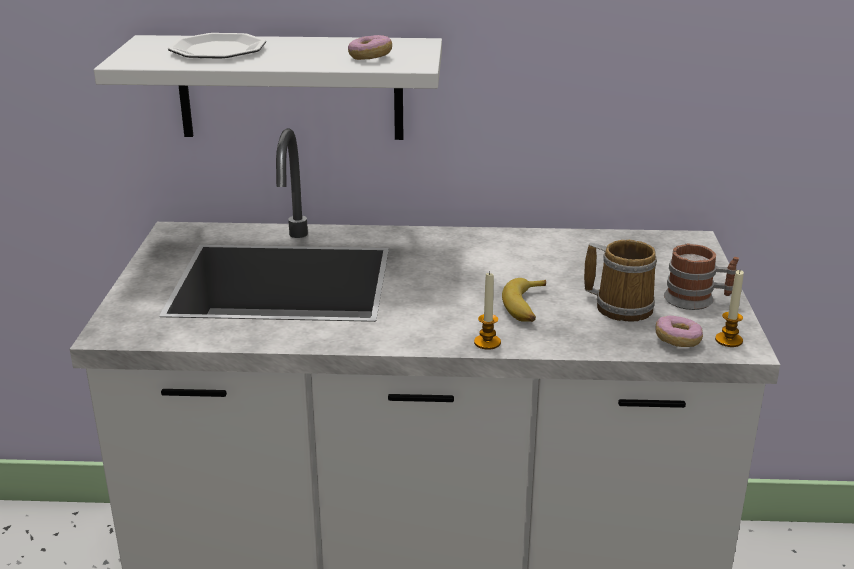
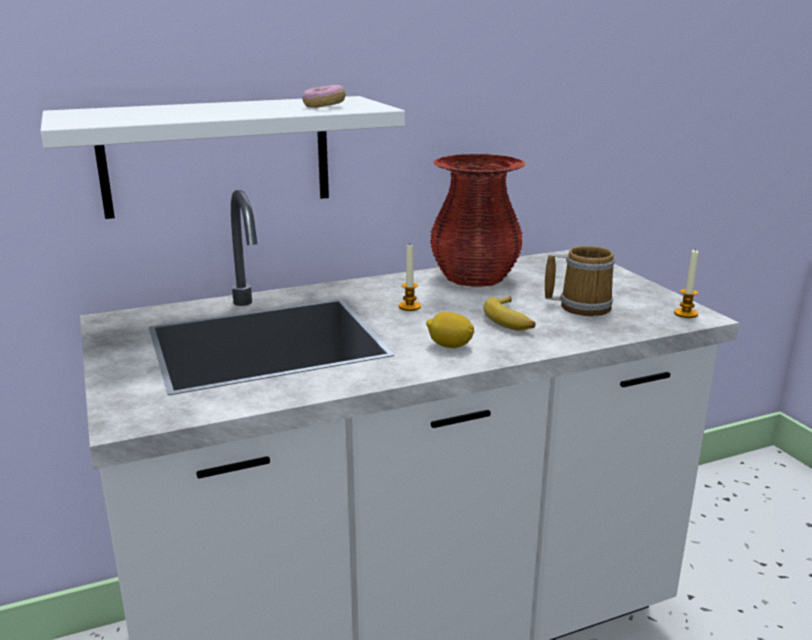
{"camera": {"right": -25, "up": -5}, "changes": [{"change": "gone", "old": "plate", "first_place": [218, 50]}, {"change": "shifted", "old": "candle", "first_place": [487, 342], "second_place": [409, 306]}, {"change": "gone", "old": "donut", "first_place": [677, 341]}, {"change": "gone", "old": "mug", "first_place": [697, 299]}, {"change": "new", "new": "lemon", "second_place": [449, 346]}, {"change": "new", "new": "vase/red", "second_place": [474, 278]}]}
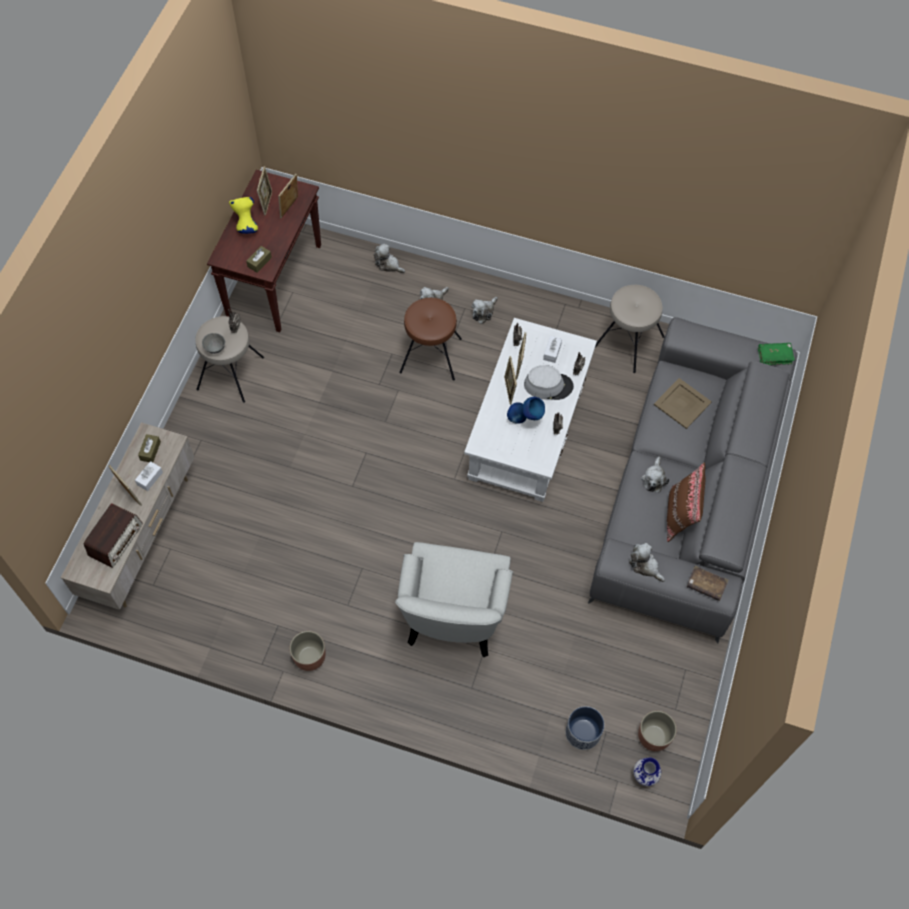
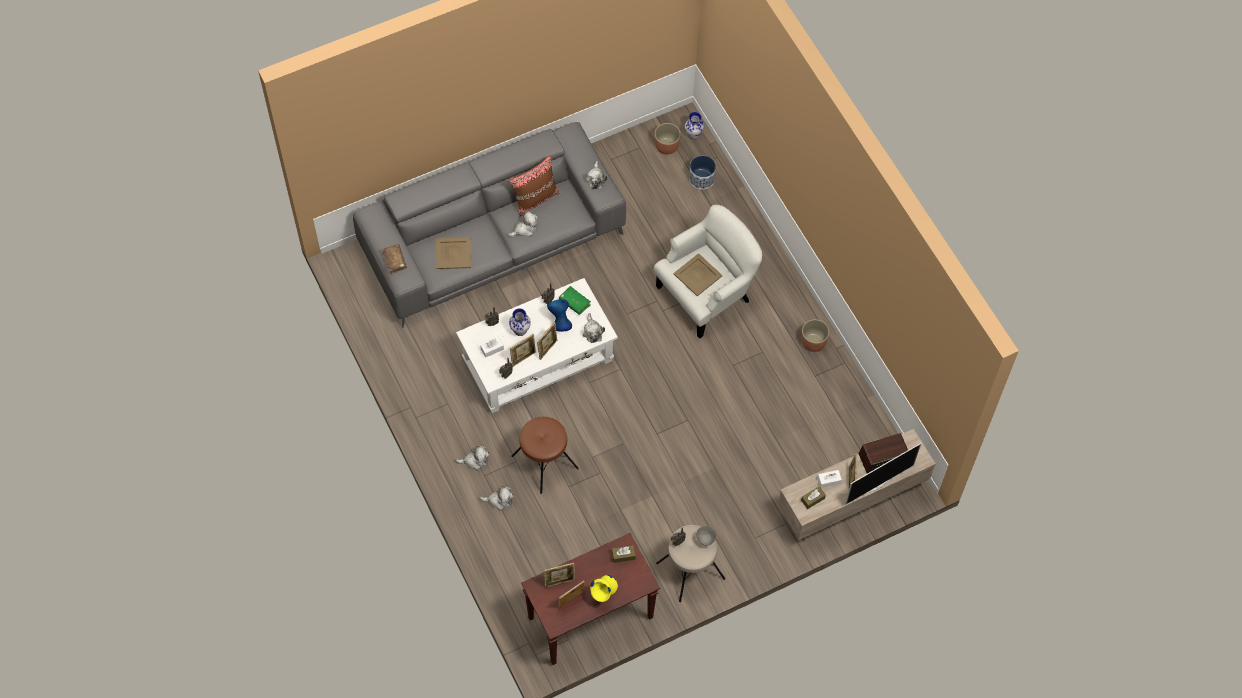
{"camera": {"right": -135, "up": 0}, "changes": [{"change": "shifted", "old": "plush toy", "first_place": [388, 264], "second_place": [592, 331]}, {"change": "swapped", "old": "hat/grey", "new": "vase", "first_place": [548, 385], "second_place": [520, 331]}, {"change": "gone", "old": "stool/beige", "first_place": [628, 341]}, {"change": "shifted", "old": "book/brown", "first_place": [706, 585], "second_place": [394, 261]}, {"change": "shifted", "old": "book/green", "first_place": [774, 356], "second_place": [574, 302]}, {"change": "new", "new": "tray/beige", "second_place": [697, 275]}, {"change": "new", "new": "television", "second_place": [876, 484]}]}
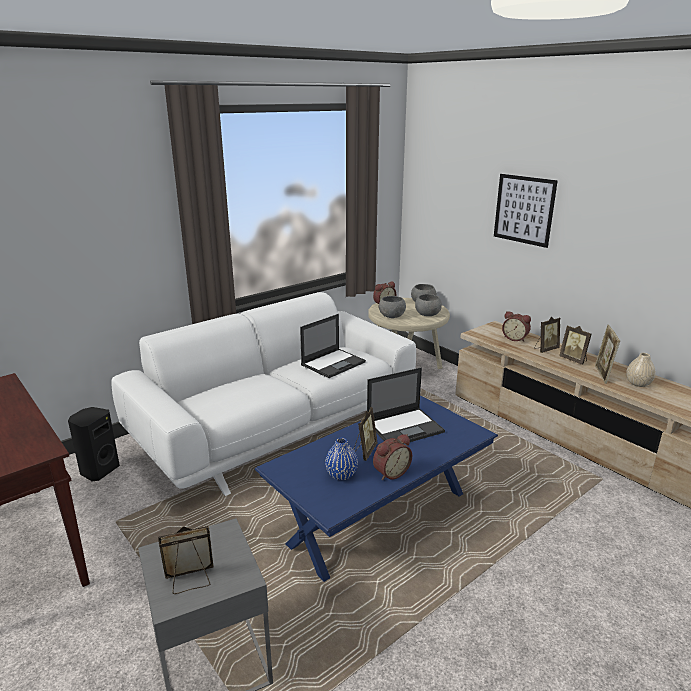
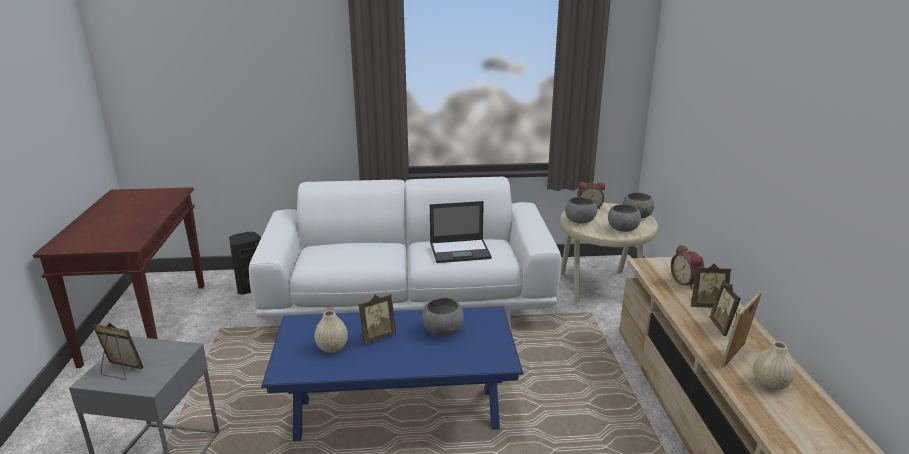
{"camera": {"right": 35, "up": 0}, "changes": [{"change": "repainted", "old": "vase/blue", "new": "vase/beige", "first_place": [341, 474], "second_place": [332, 348]}, {"change": "swapped", "old": "laptop", "new": "bowl/grey", "first_place": [405, 427], "second_place": [443, 330]}, {"change": "gone", "old": "alarm clock", "first_place": [390, 472]}, {"change": "gone", "old": "picture", "first_place": [524, 210]}]}
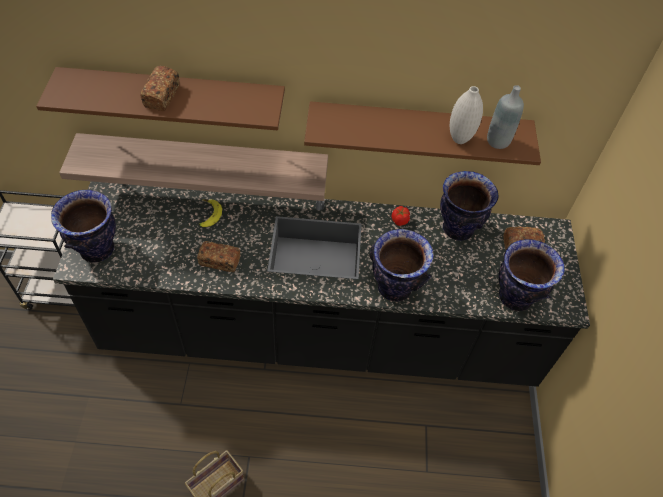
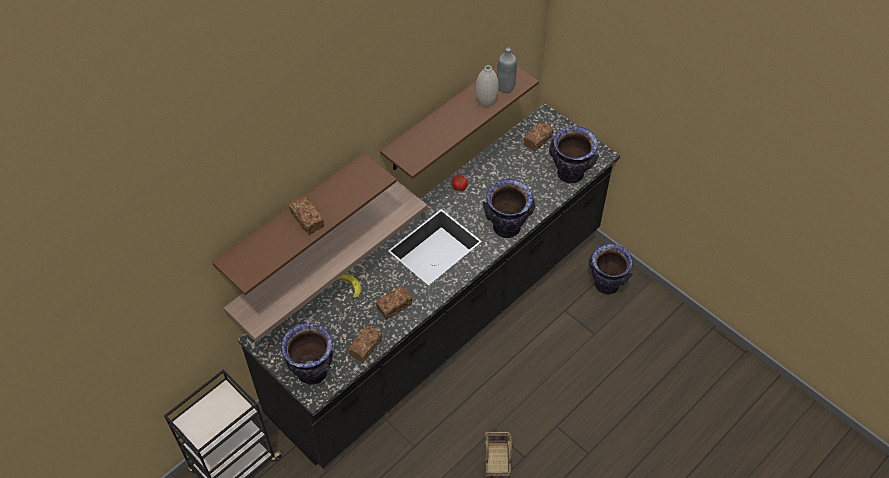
{"camera": {"right": -45, "up": 0}, "changes": [{"change": "shifted", "old": "vase", "first_place": [458, 229], "second_place": [606, 285]}, {"change": "new", "new": "bread", "second_place": [365, 347]}]}
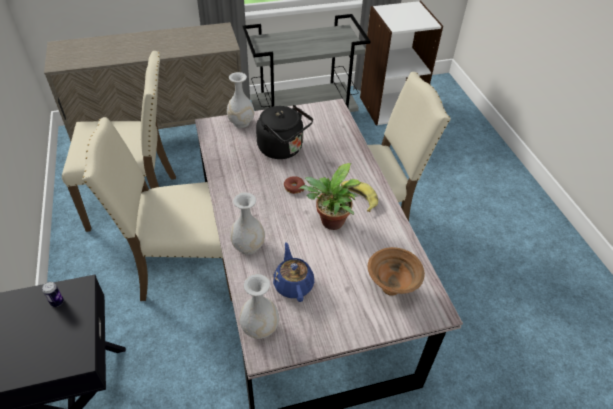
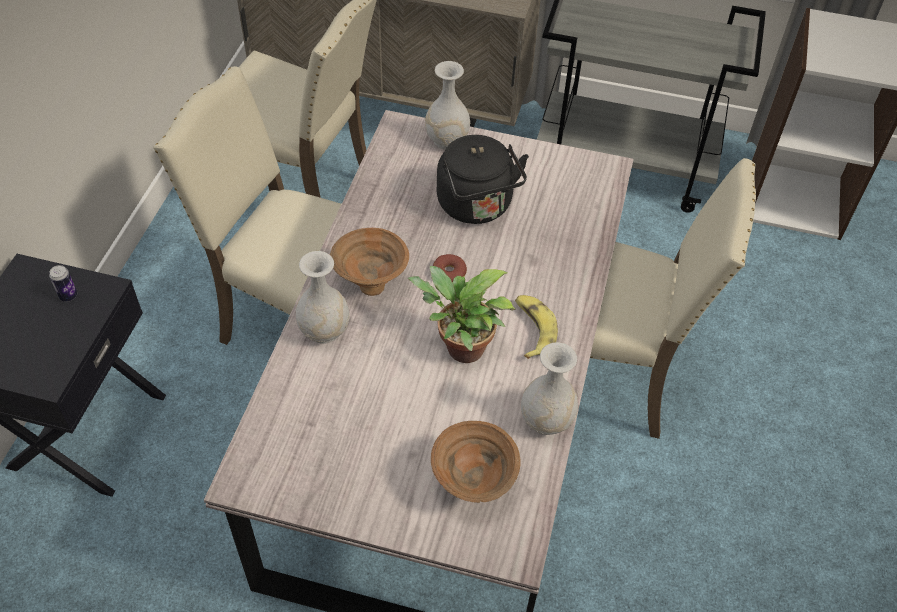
{"camera": {"right": 30, "up": 5}, "changes": [{"change": "shifted", "old": "vase/white", "first_place": [260, 328], "second_place": [547, 420]}, {"change": "gone", "old": "teapot/blue", "first_place": [293, 284]}, {"change": "new", "new": "bowl/brown", "second_place": [370, 286]}]}
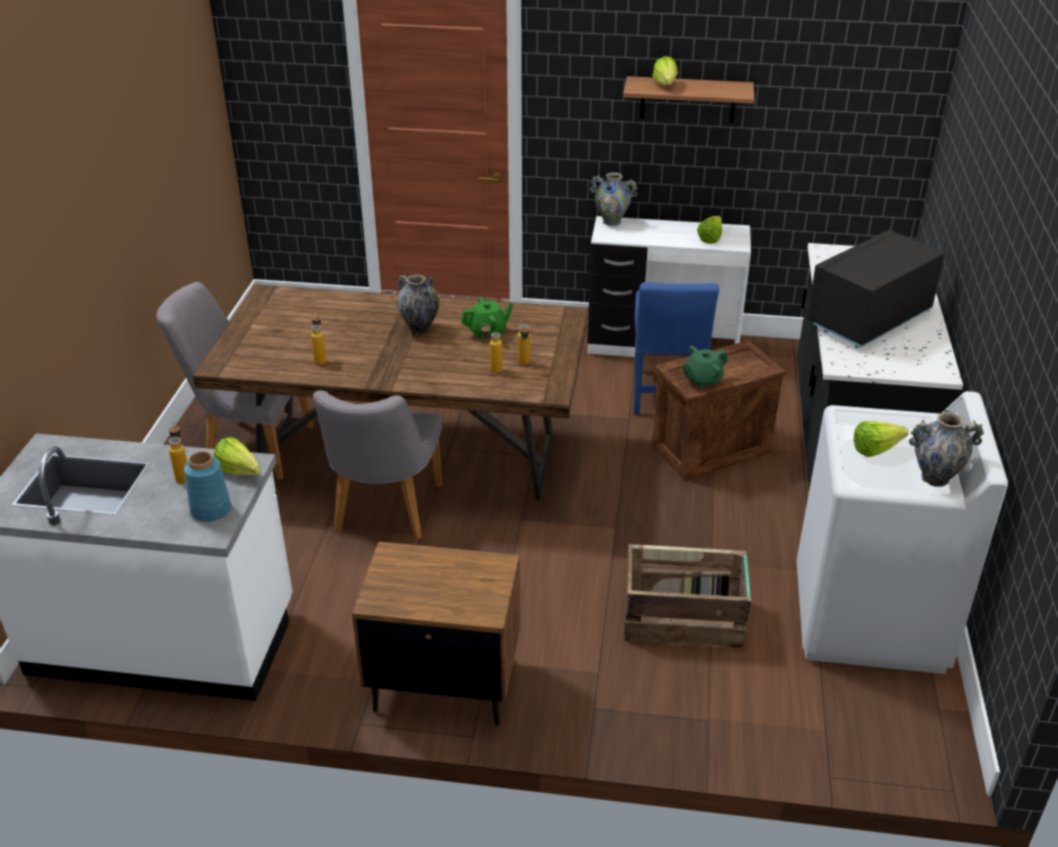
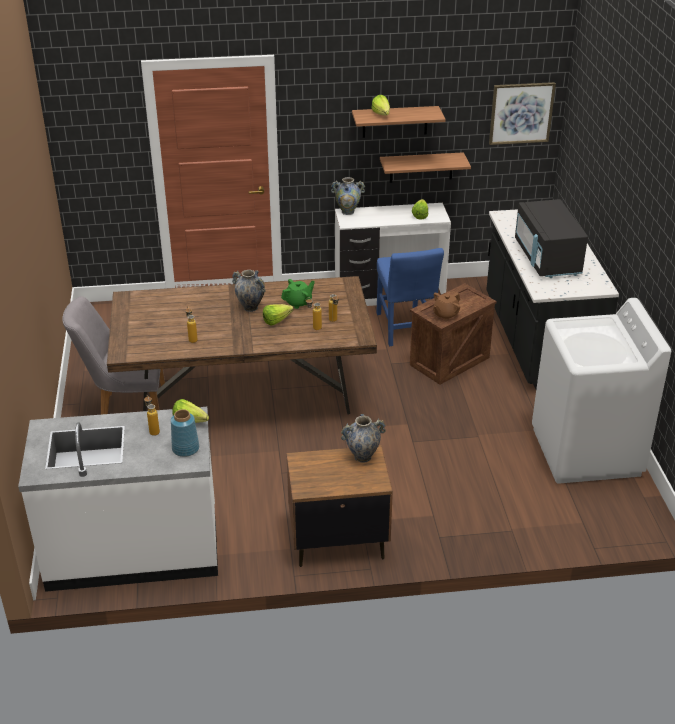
{"camera": {"right": -15, "up": 0}, "changes": [{"change": "gone", "old": "chair/grey", "first_place": [383, 514]}, {"change": "gone", "old": "crate", "first_place": [685, 619]}, {"change": "repainted", "old": "teapot/green", "new": "teapot/brown", "first_place": [702, 380], "second_place": [445, 315]}, {"change": "rotated", "old": "microwave/black", "first_place": [868, 319], "second_place": [547, 259], "degrees": -45}, {"change": "shifted", "old": "lettuce", "first_place": [880, 450], "second_place": [279, 320]}, {"change": "shifted", "old": "vase", "first_place": [934, 478], "second_place": [362, 457]}, {"change": "new", "new": "shelf", "second_place": [421, 167]}, {"change": "new", "new": "picture", "second_place": [521, 113]}]}
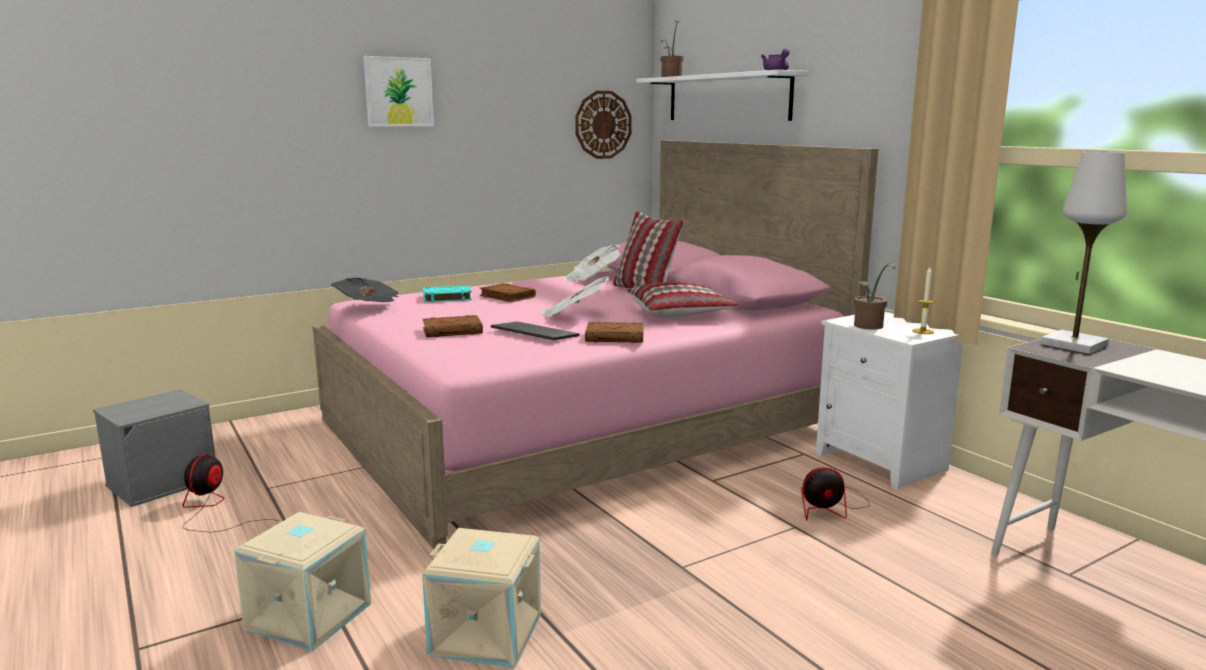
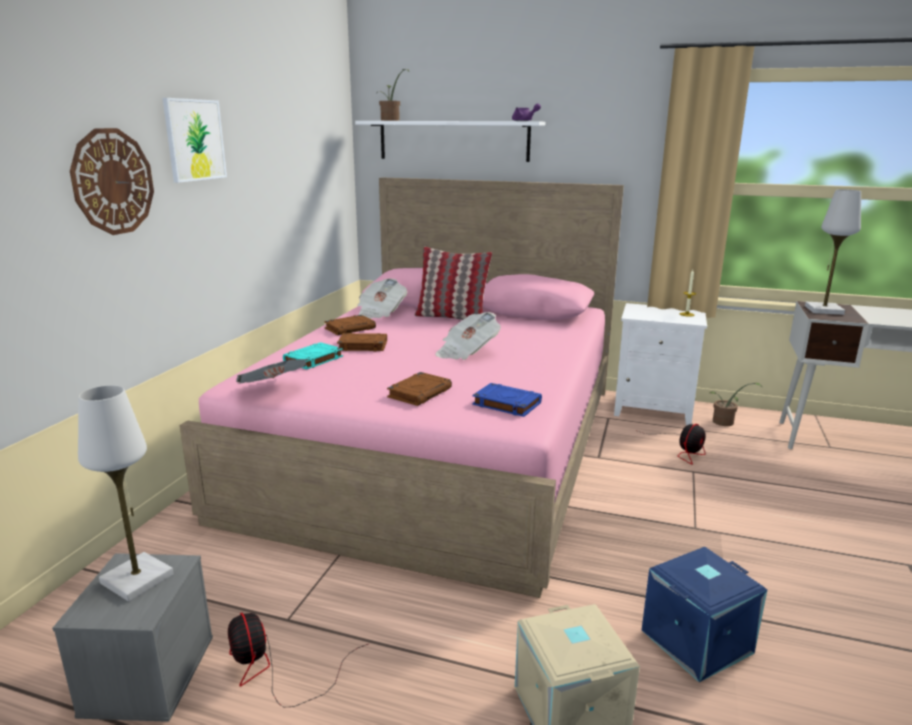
{"camera": {"right": -40, "up": 5}, "changes": [{"change": "repainted", "old": "storage box/beige", "new": "storage box/blue", "first_place": [487, 633], "second_place": [695, 640]}, {"change": "gone", "old": "keyboard", "first_place": [532, 333]}, {"change": "shifted", "old": "wall clock", "first_place": [603, 125], "second_place": [113, 182]}, {"change": "shifted", "old": "book/brown", "first_place": [615, 337], "second_place": [350, 328]}, {"change": "gone", "old": "pillow", "first_place": [680, 313]}, {"change": "shifted", "old": "potted plant", "first_place": [869, 327], "second_place": [725, 423]}, {"change": "new", "new": "table lamp/white", "second_place": [137, 578]}, {"change": "new", "new": "book/blue", "second_place": [506, 404]}]}
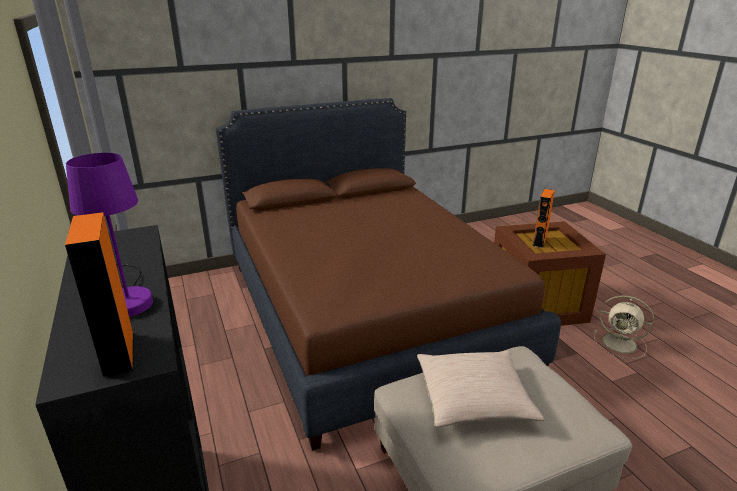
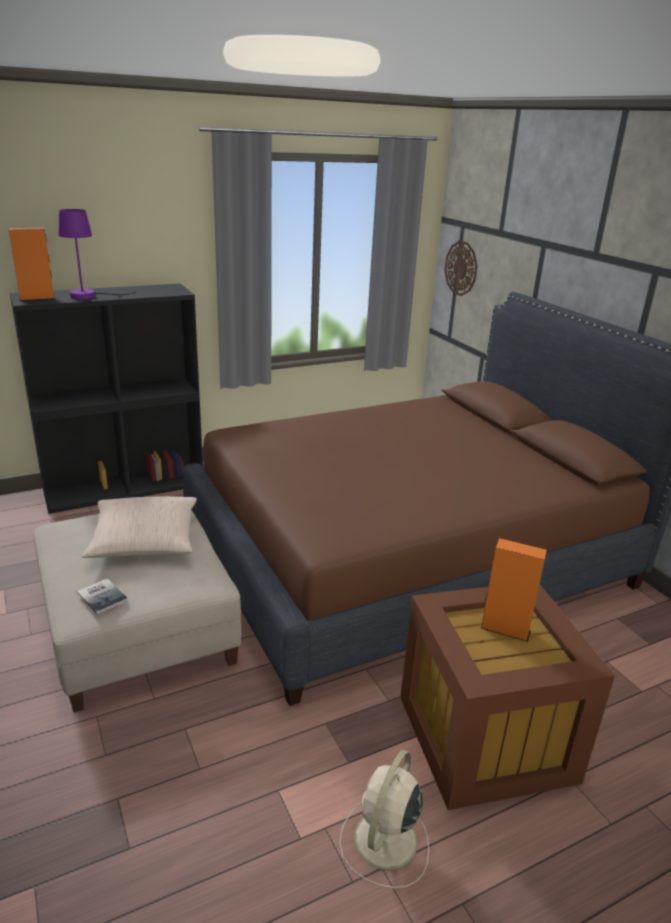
{"camera": {"right": 85, "up": 0}, "changes": [{"change": "new", "new": "book", "second_place": [103, 595]}, {"change": "new", "new": "wall clock", "second_place": [461, 268]}]}
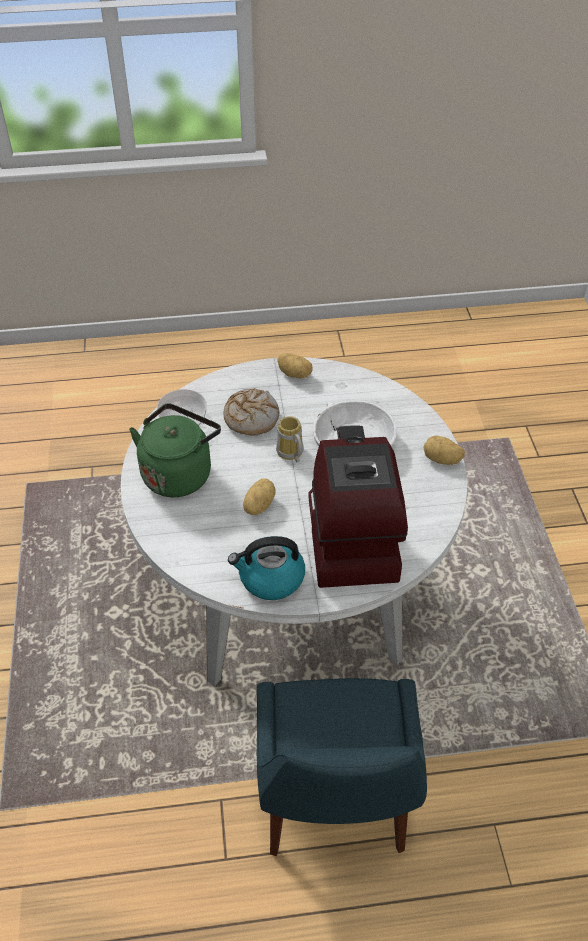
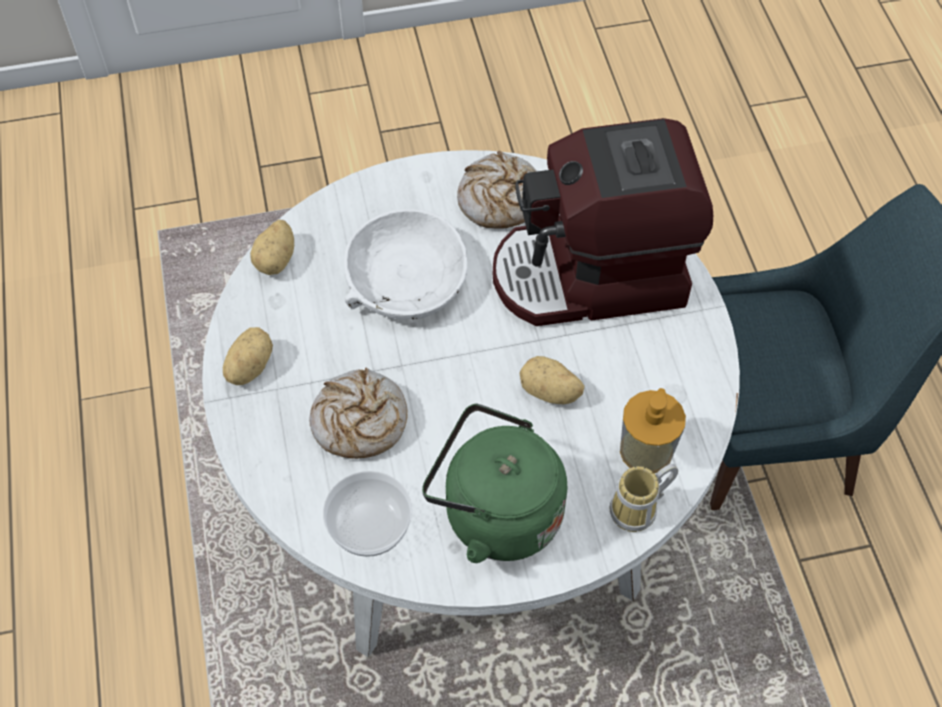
{"camera": {"right": -95, "up": 10}, "changes": [{"change": "gone", "old": "kettle", "first_place": [270, 578]}, {"change": "shifted", "old": "mug", "first_place": [290, 454], "second_place": [640, 511]}, {"change": "shifted", "old": "potato", "first_place": [442, 460], "second_place": [277, 259]}, {"change": "new", "new": "bread", "second_place": [500, 200]}, {"change": "new", "new": "soap dispenser", "second_place": [646, 450]}]}
